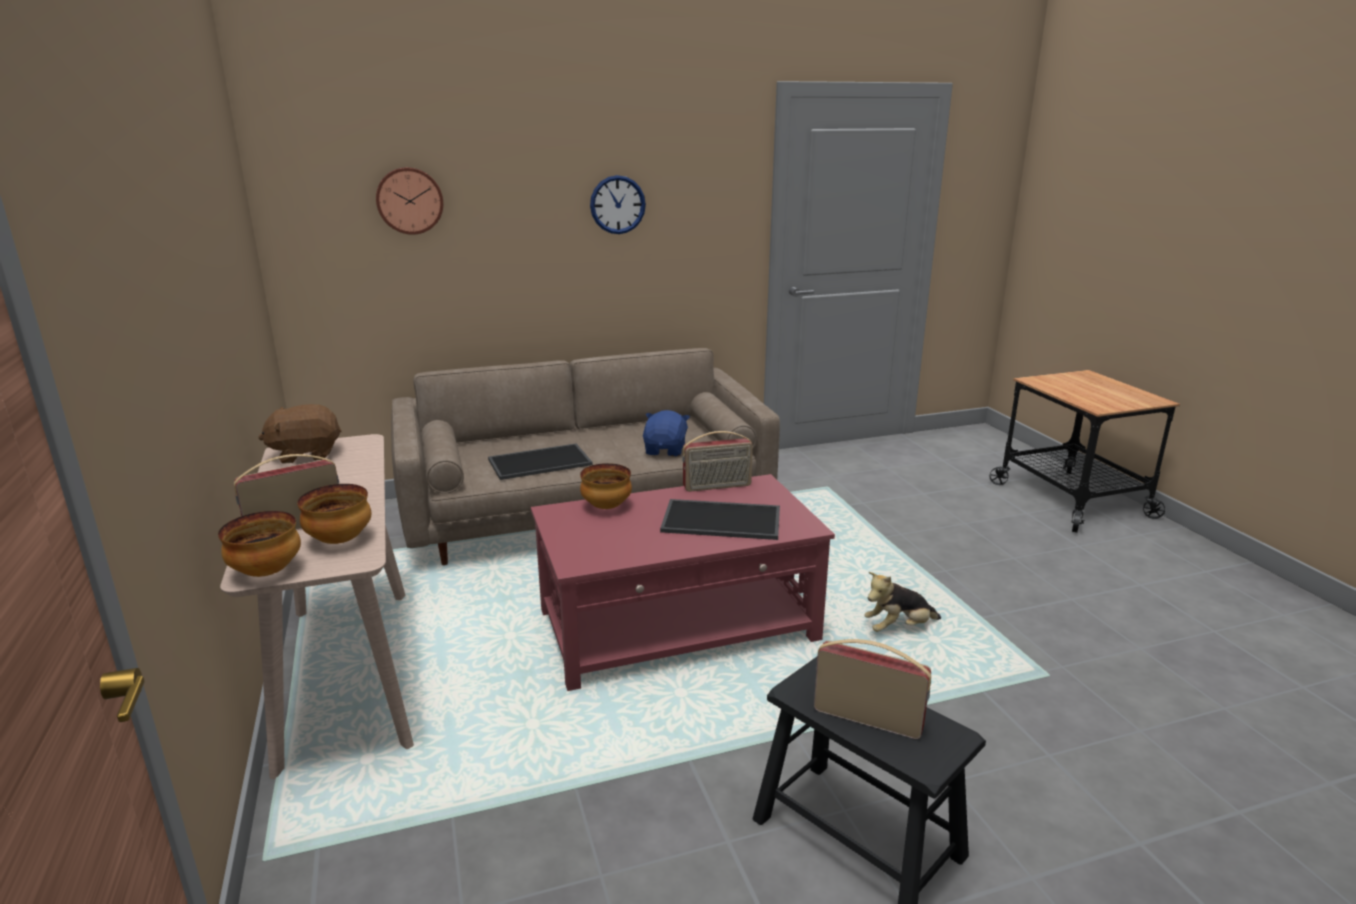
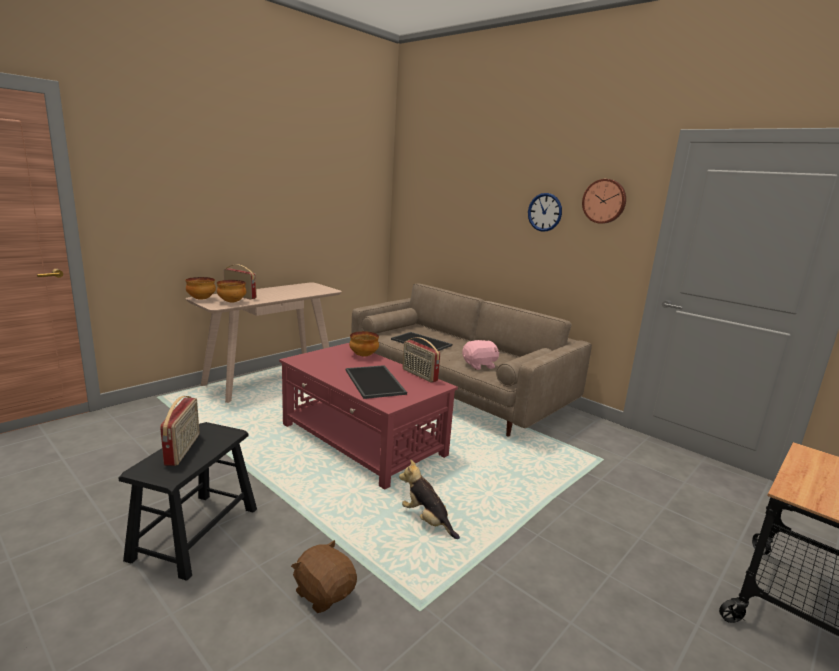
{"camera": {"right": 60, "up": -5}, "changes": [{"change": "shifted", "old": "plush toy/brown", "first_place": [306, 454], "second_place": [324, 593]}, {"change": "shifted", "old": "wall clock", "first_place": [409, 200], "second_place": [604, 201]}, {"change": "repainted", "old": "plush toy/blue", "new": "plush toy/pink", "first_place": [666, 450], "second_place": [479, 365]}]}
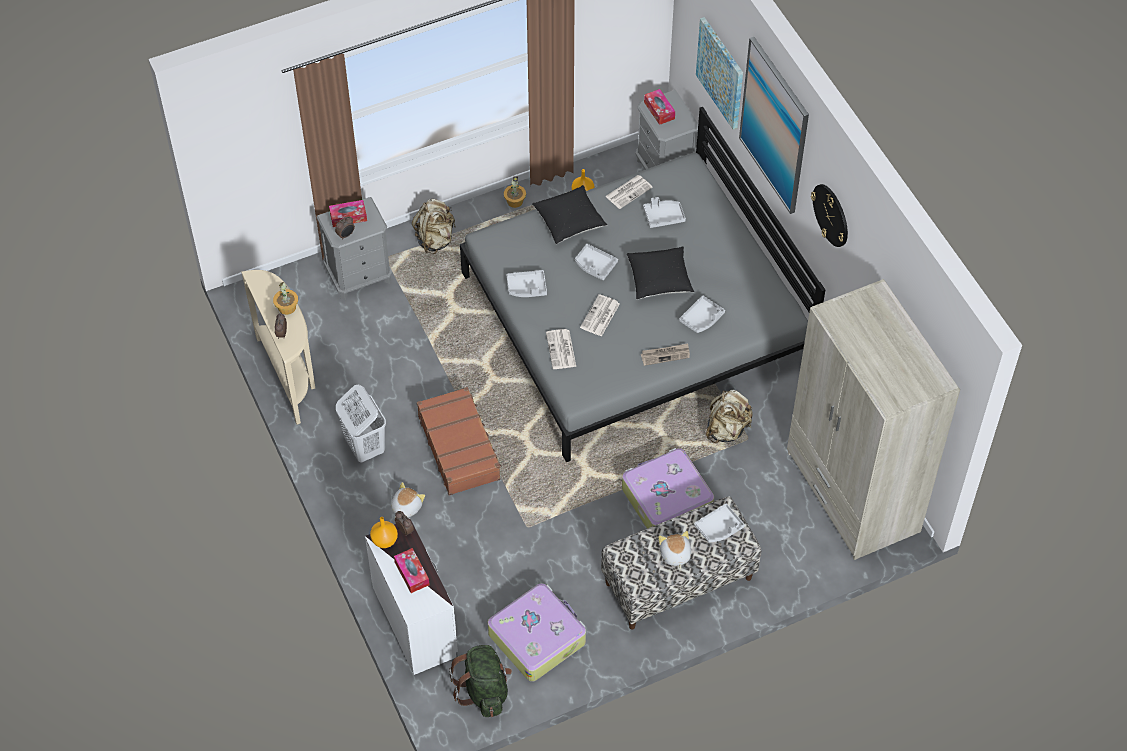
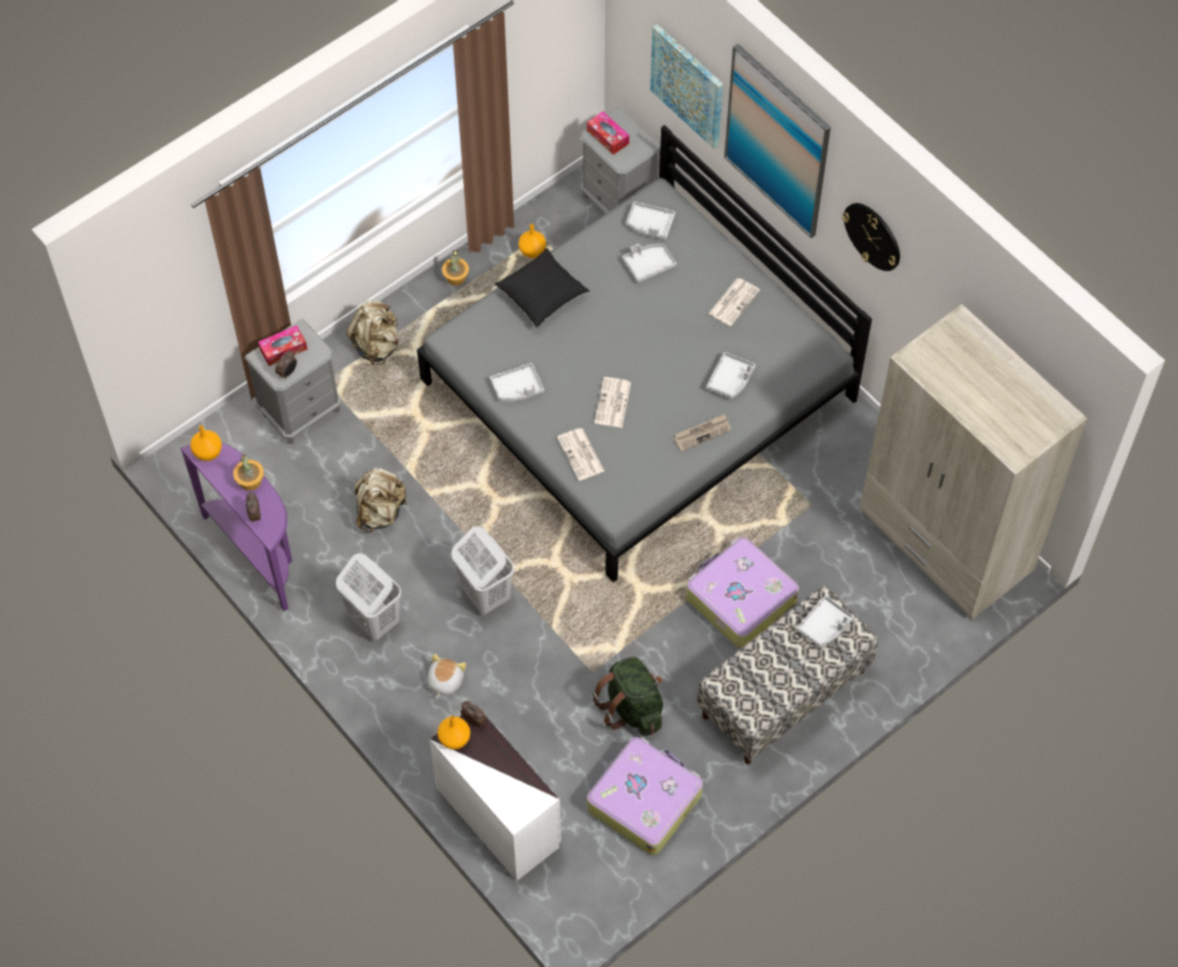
{"camera": {"right": -15, "up": 5}, "changes": [{"change": "repainted", "old": "console table/beige", "new": "console table/purple", "first_place": [290, 375], "second_place": [257, 552]}, {"change": "gone", "old": "tissue box", "first_place": [412, 573]}, {"change": "swapped", "old": "suitcase/brown", "new": "laundry basket/white", "first_place": [459, 447], "second_place": [484, 593]}, {"change": "shifted", "old": "backpack/green", "first_place": [484, 691], "second_place": [632, 707]}, {"change": "shifted", "old": "tray/grey", "first_place": [595, 265], "second_place": [650, 224]}, {"change": "shifted", "old": "newspaper", "first_place": [629, 191], "second_place": [734, 301]}, {"change": "gone", "old": "pillow/black", "first_place": [659, 280]}, {"change": "gone", "old": "plush toy", "first_place": [675, 555]}, {"change": "shifted", "old": "backpack/beige", "first_place": [727, 429], "second_place": [380, 512]}, {"change": "new", "new": "vase/orange", "second_place": [208, 452]}]}
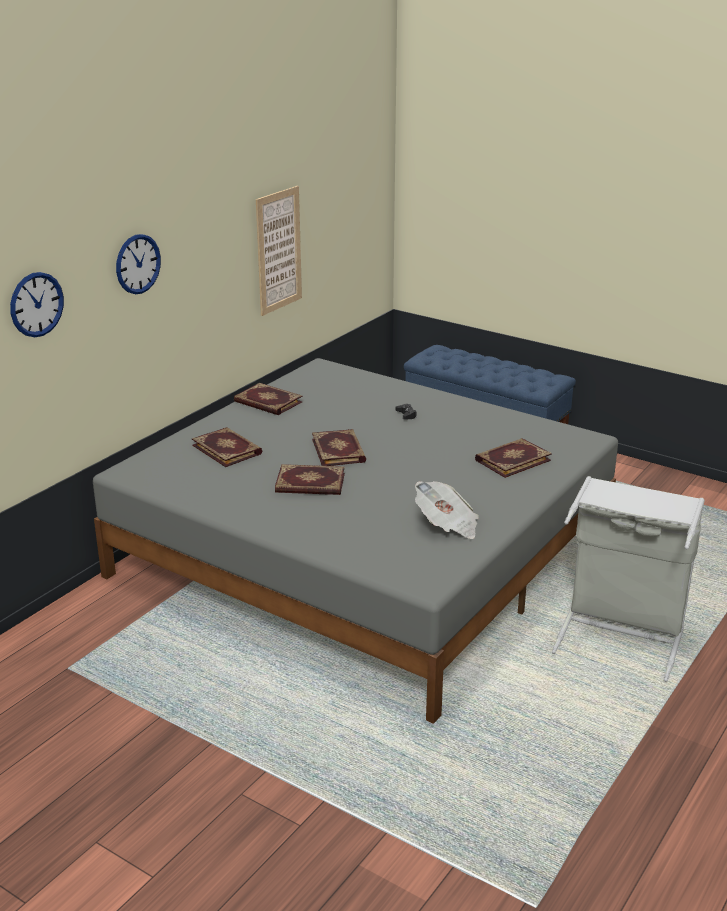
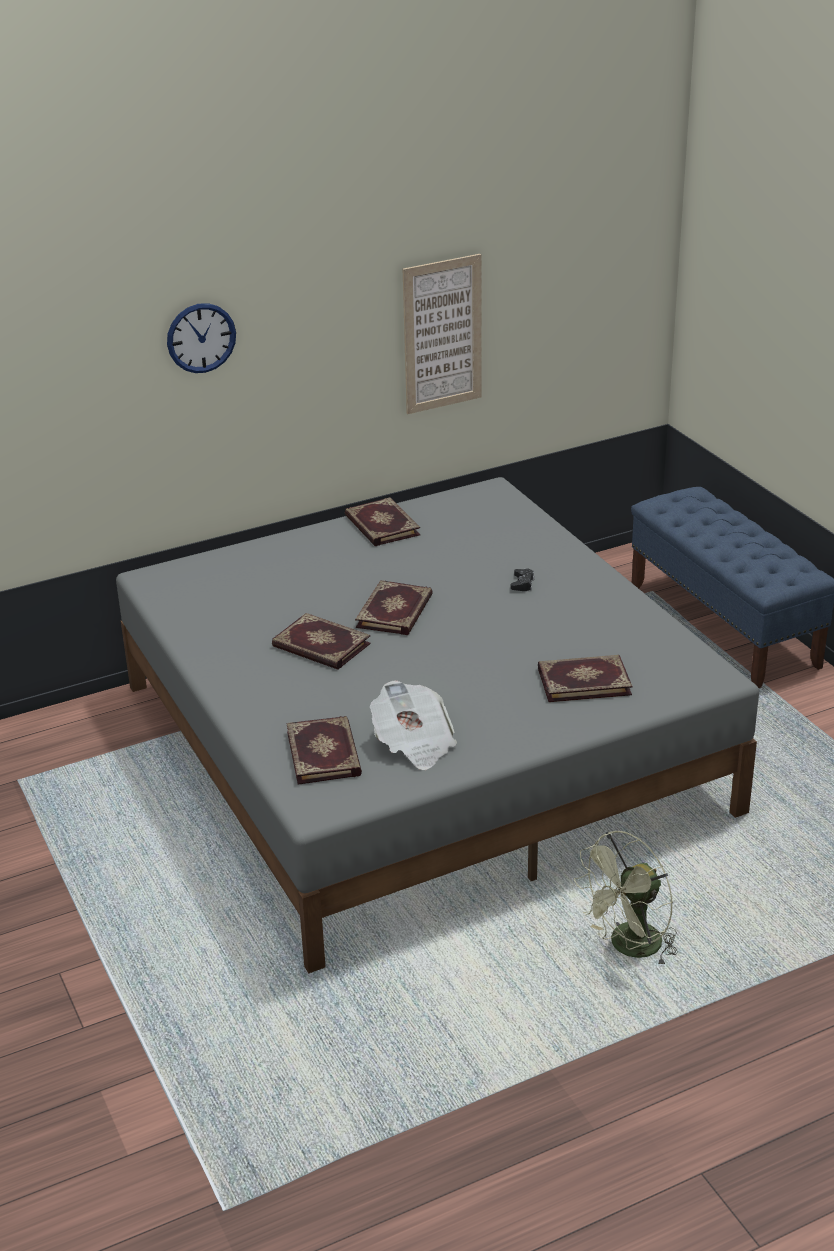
{"camera": {"right": 30, "up": 5}, "changes": [{"change": "gone", "old": "wall clock", "first_place": [36, 304]}, {"change": "shifted", "old": "book", "first_place": [227, 449], "second_place": [325, 753]}, {"change": "swapped", "old": "laundry basket/grey", "new": "fan/green", "first_place": [621, 634], "second_place": [629, 948]}]}
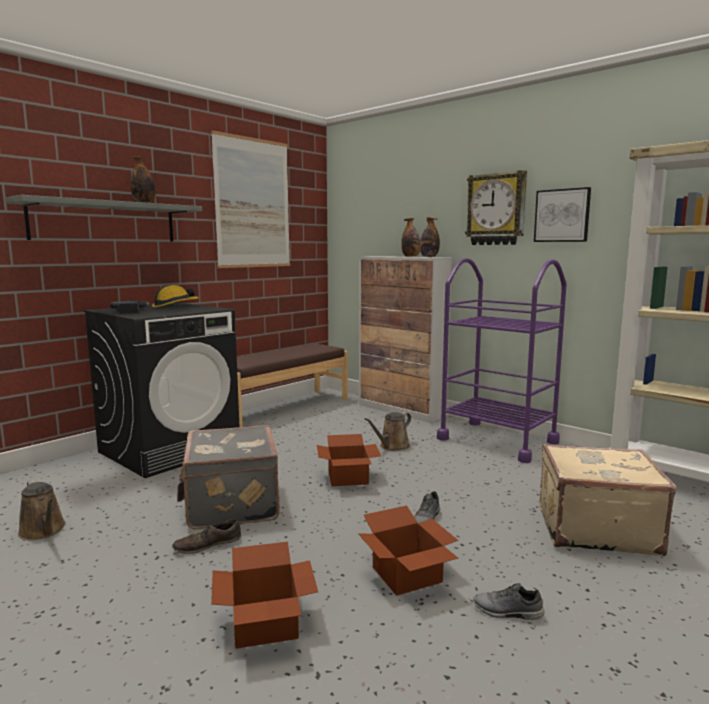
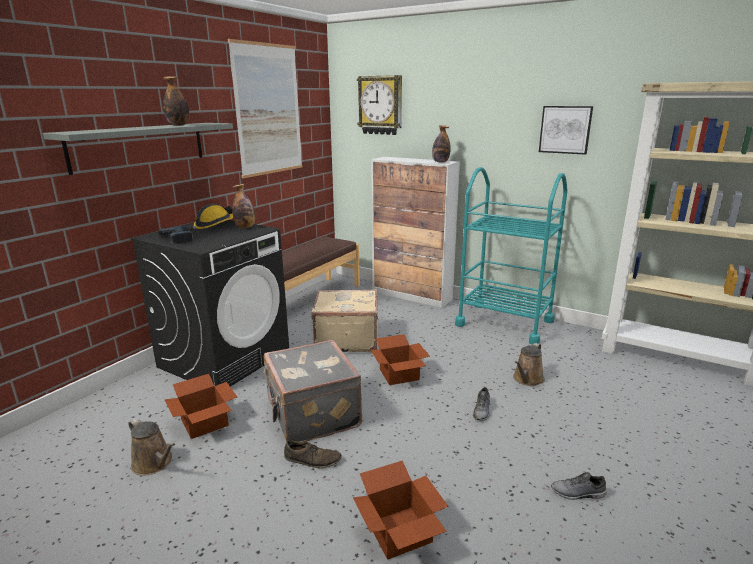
{"camera": {"right": -10, "up": 10}, "changes": [{"change": "rotated", "old": "shoe/brown", "first_place": [207, 545], "second_place": [312, 460], "degrees": -135}, {"change": "shifted", "old": "cardboard box", "first_place": [406, 576], "second_place": [204, 424]}, {"change": "shifted", "old": "watering can/brown", "first_place": [392, 446], "second_place": [527, 379]}, {"change": "shifted", "old": "bottle", "first_place": [411, 256], "second_place": [245, 227]}, {"change": "repainted", "old": "cart/purple", "new": "cart/turquoise", "first_place": [497, 440], "second_place": [504, 323]}, {"change": "shifted", "old": "wall clock", "first_place": [496, 209], "second_place": [380, 105]}, {"change": "shifted", "old": "suitcase/beige", "first_place": [595, 528], "second_place": [346, 339]}]}
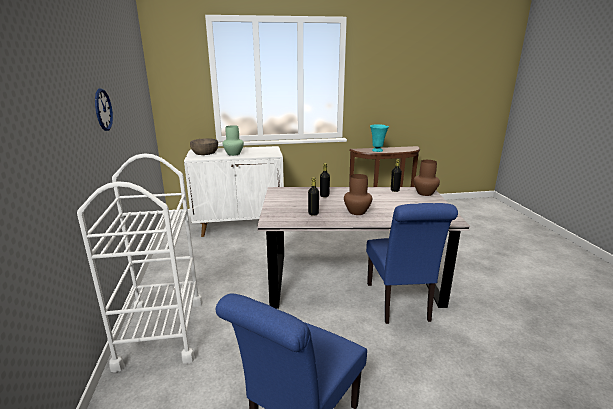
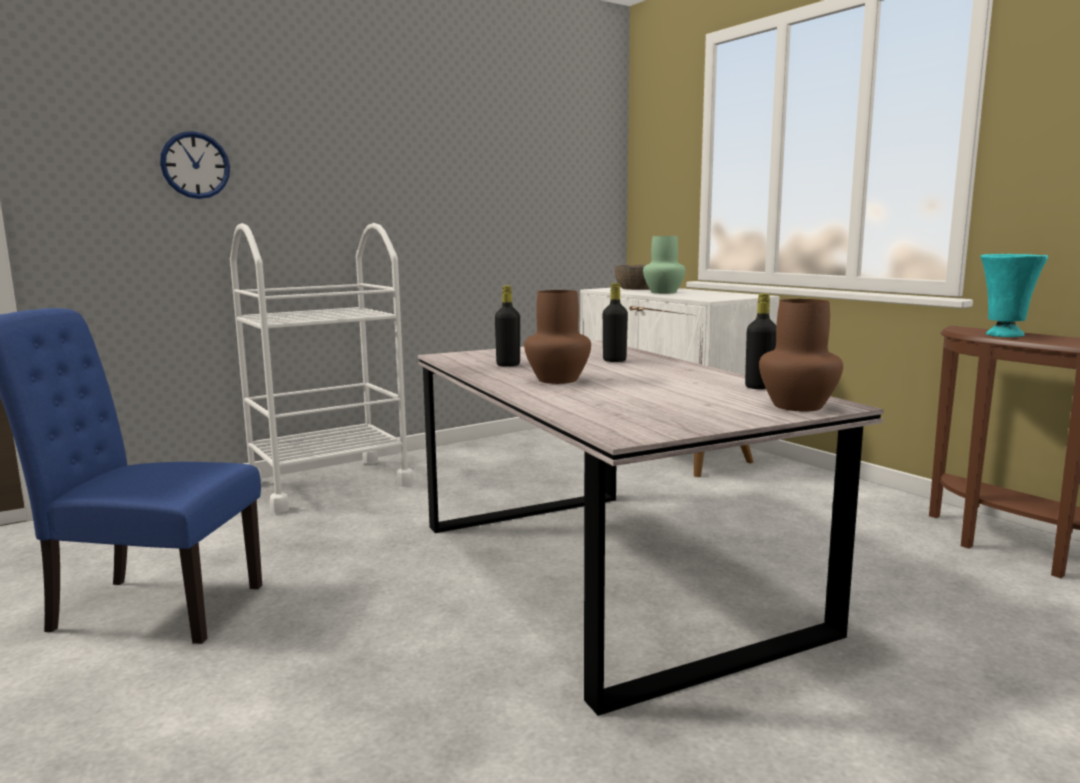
{"camera": {"right": 65, "up": -10}, "changes": [{"change": "shifted", "old": "wall clock", "first_place": [103, 109], "second_place": [195, 165]}, {"change": "gone", "old": "chair/blue", "first_place": [399, 304]}]}
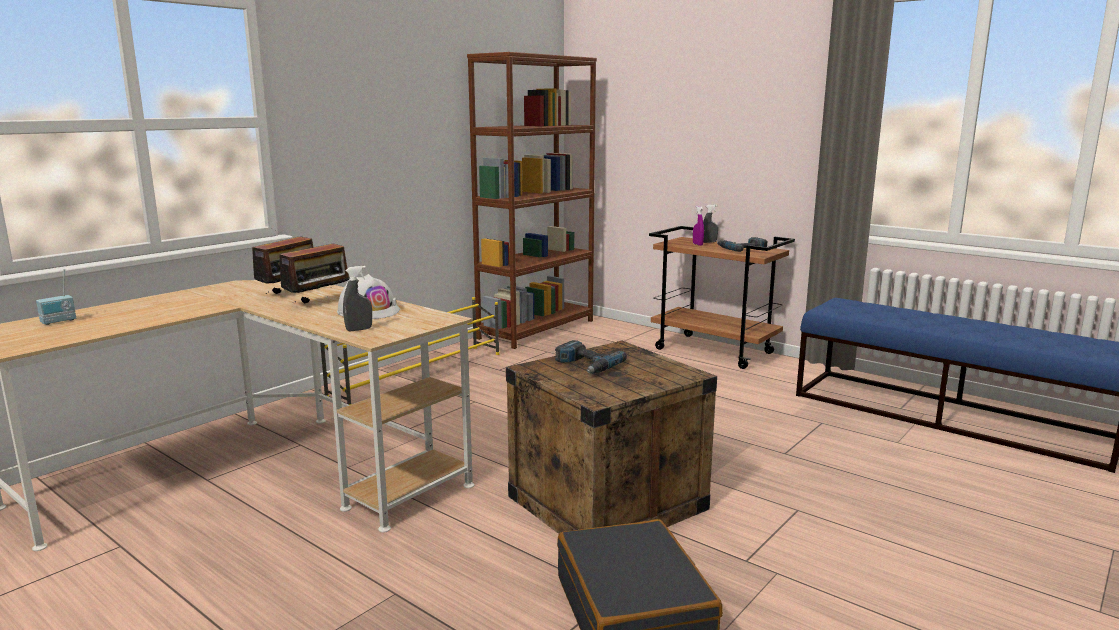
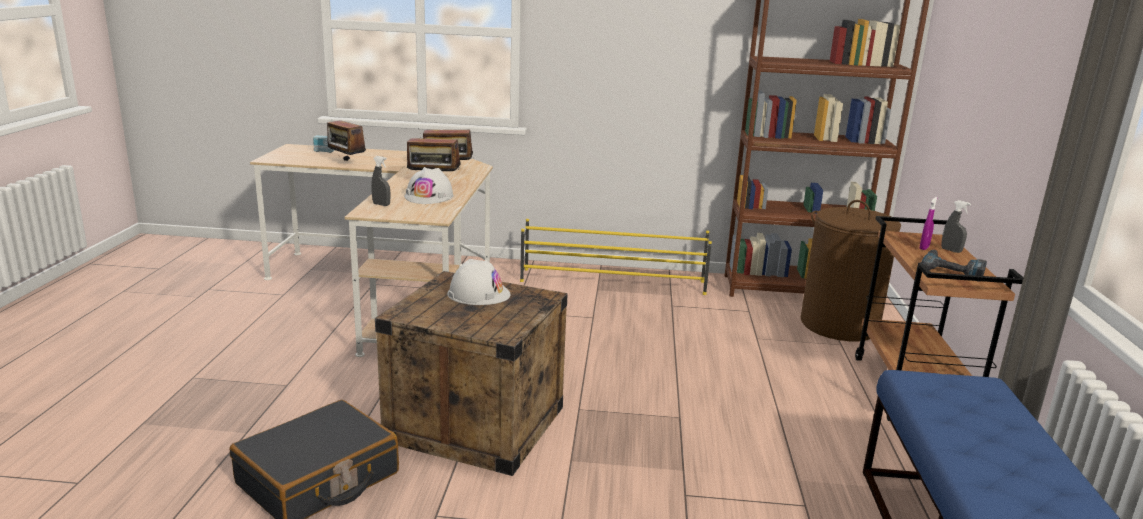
{"camera": {"right": 55, "up": 5}, "changes": [{"change": "swapped", "old": "power drill", "new": "hard hat/white", "first_place": [585, 365], "second_place": [478, 294]}, {"change": "new", "new": "radio", "second_place": [346, 163]}, {"change": "new", "new": "laundry basket/brown", "second_place": [839, 325]}]}
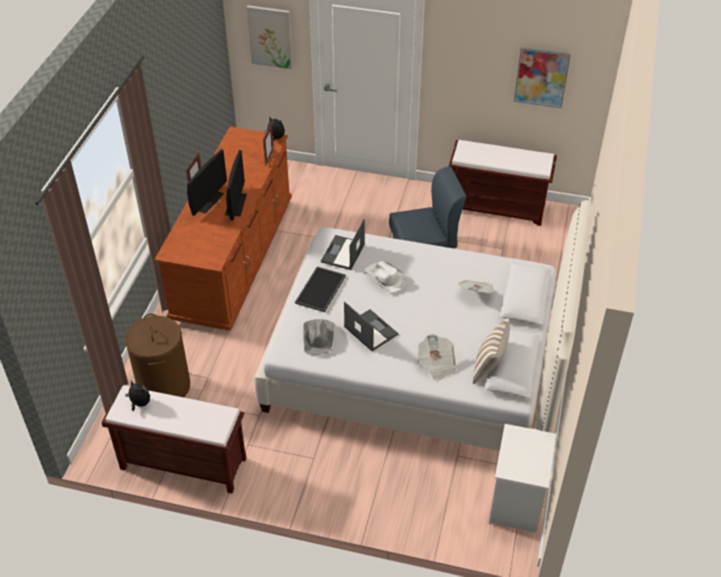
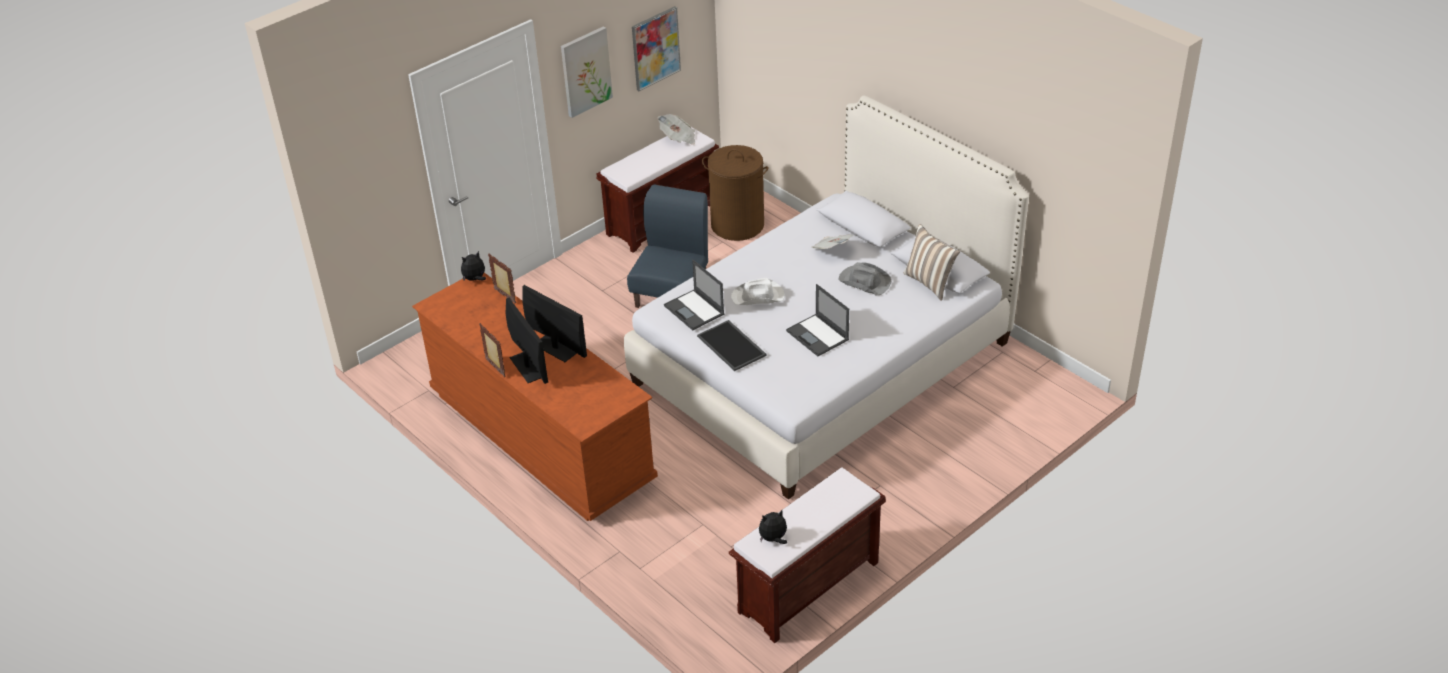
{"camera": {"right": -55, "up": -5}, "changes": [{"change": "shifted", "old": "laundry basket/brown", "first_place": [164, 386], "second_place": [737, 225]}, {"change": "shifted", "old": "picture", "first_place": [270, 36], "second_place": [585, 71]}, {"change": "shifted", "old": "hat/grey", "first_place": [319, 337], "second_place": [864, 281]}, {"change": "rotated", "old": "laptop", "first_place": [370, 330], "second_place": [818, 335], "degrees": -120}, {"change": "shifted", "old": "newspaper", "first_place": [436, 365], "second_place": [678, 138]}, {"change": "gone", "old": "nightstand/white", "first_place": [517, 504]}]}
